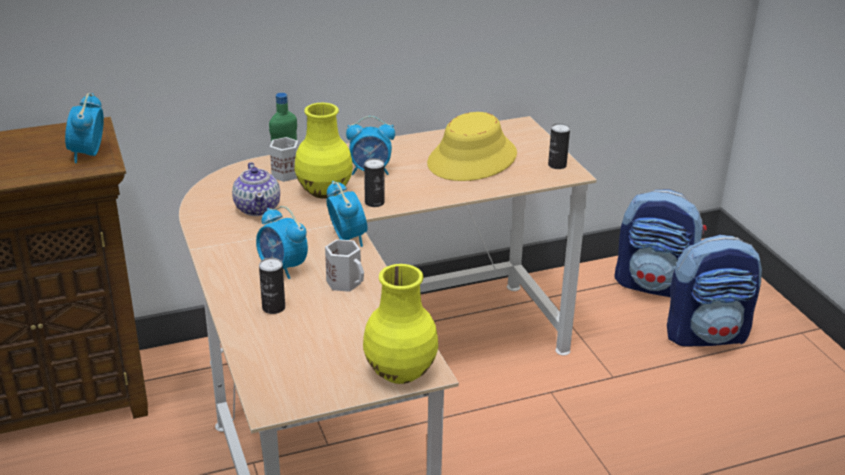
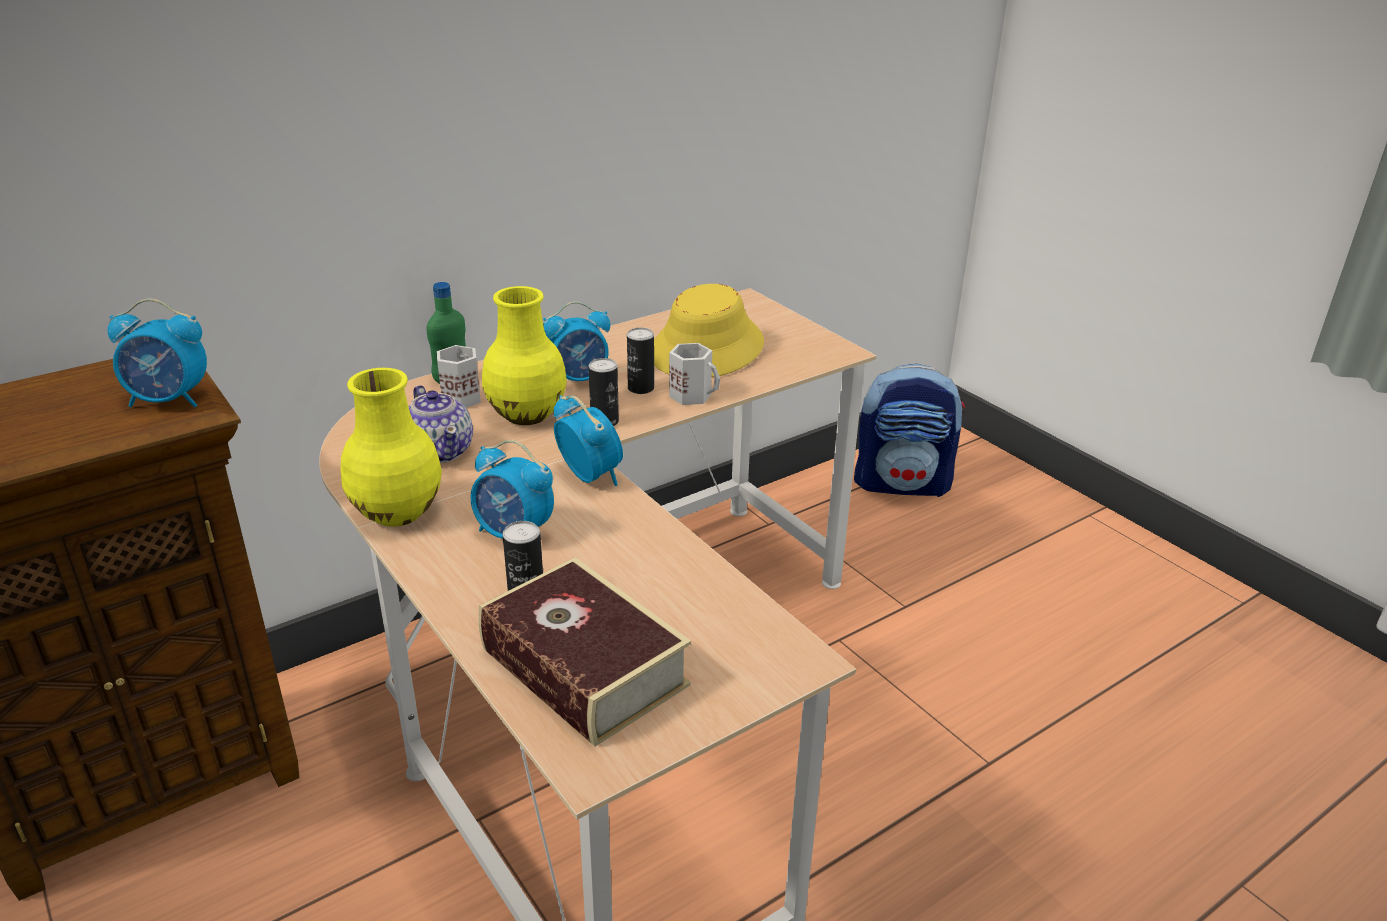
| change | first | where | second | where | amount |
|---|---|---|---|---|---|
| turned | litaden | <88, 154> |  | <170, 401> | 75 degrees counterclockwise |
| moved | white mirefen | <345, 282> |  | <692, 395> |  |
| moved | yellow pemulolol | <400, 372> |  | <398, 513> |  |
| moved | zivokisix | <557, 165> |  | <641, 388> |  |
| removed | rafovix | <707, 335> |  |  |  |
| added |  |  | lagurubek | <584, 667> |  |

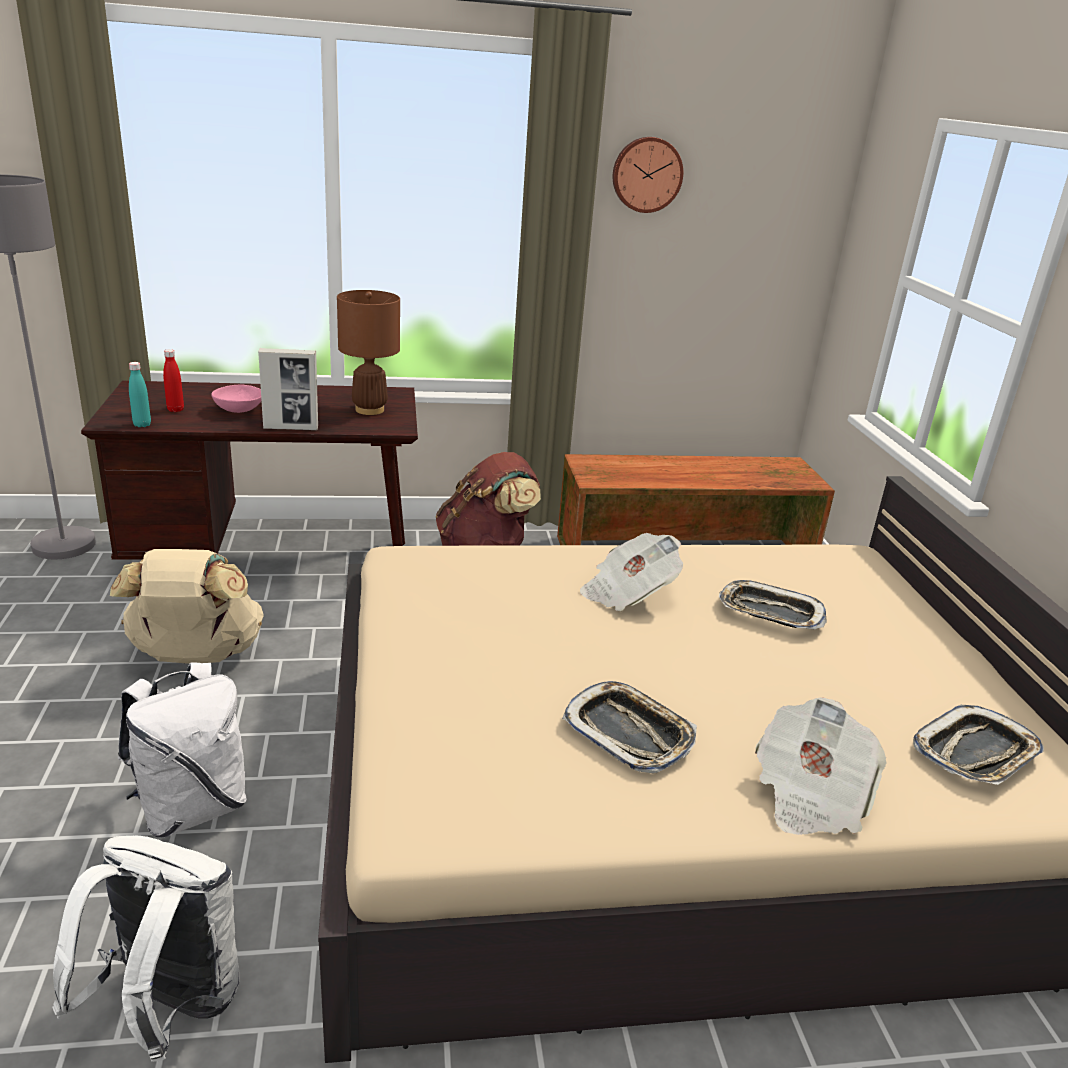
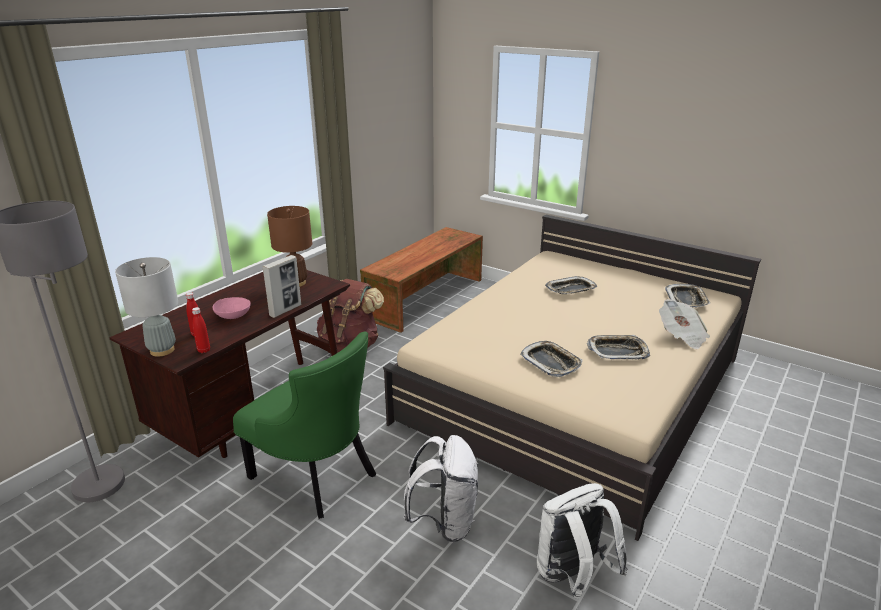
| change | first | where | second | where | amount |
|---|---|---|---|---|---|
| replaced | beige rafovix | <196, 656> | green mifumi | <313, 474> |  |
| recoloured | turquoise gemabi | <142, 425> | red gemabi | <204, 350> |  |
| removed | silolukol | <628, 593> |  |  |  |
| removed | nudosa | <646, 174> |  |  |  |
| added |  |  | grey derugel | <162, 350> |  |
| added |  |  | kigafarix | <551, 362> |  |

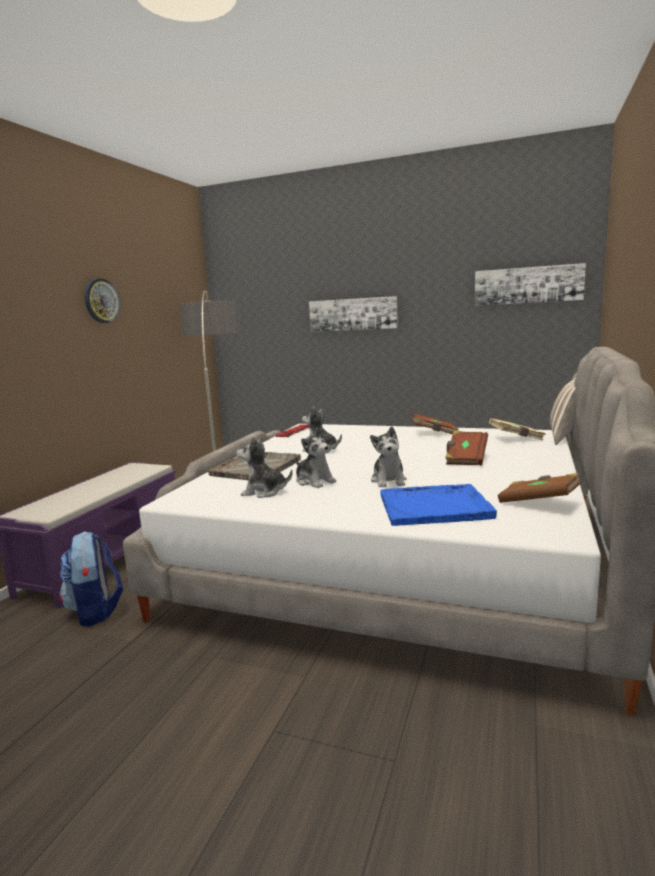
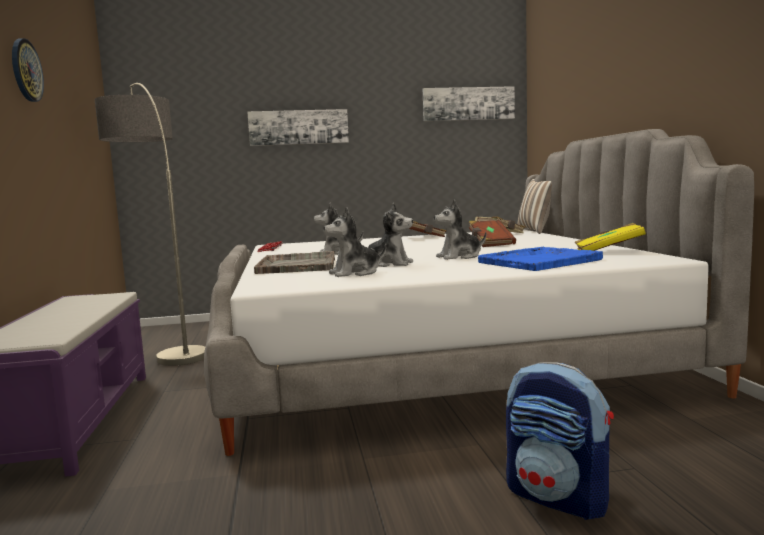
| change | first | where | second | where | amount |
|---|---|---|---|---|---|
| moved | rafovix | <96, 611> |  | <558, 497> |  |
| turned | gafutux | <389, 480> |  | <459, 257> | 105 degrees clockwise |
| recoloured | brown lagurubek | <538, 502> | yellow lagurubek | <608, 252> |  |

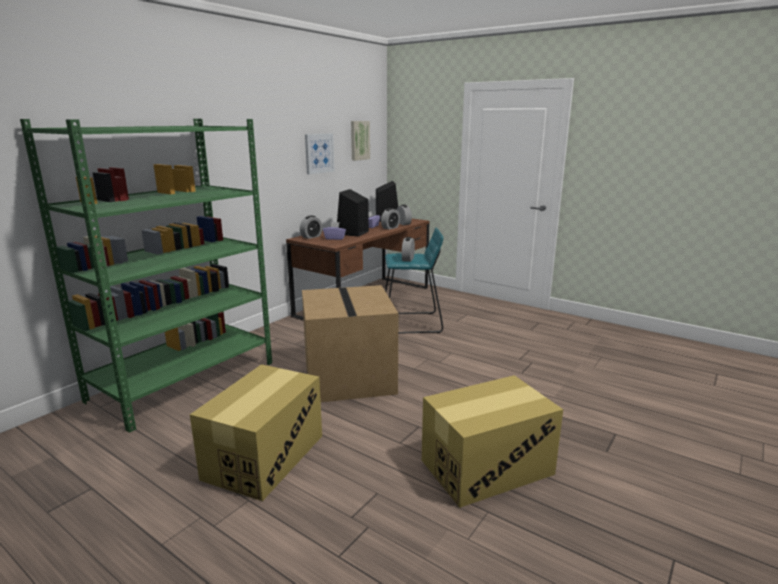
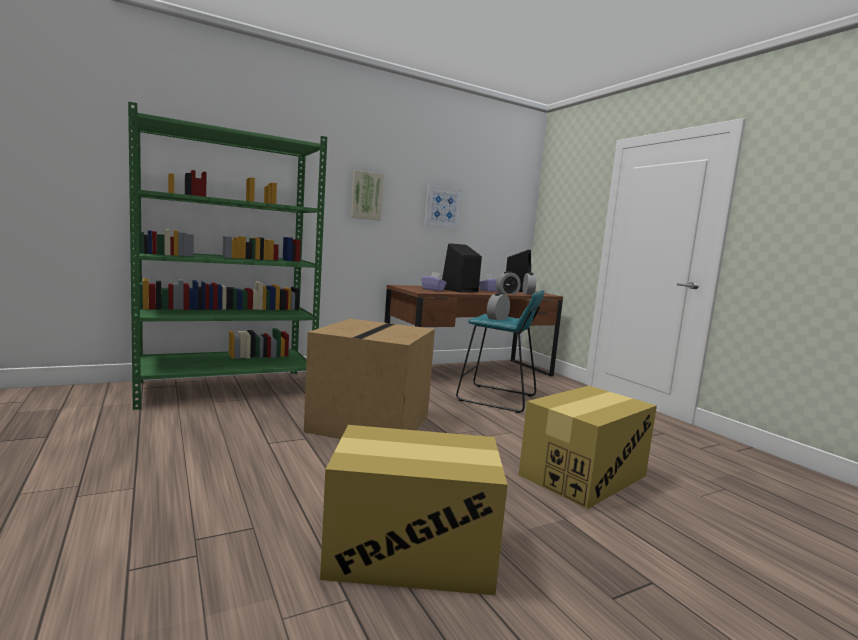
| change | first | where | second | where | amount |
|---|---|---|---|---|---|
| moved | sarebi | <265, 456> |  | <583, 475> |  |
| removed | litaden | <311, 237> |  |  |  |
| moved | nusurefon | <359, 140> |  | <366, 196> |  |

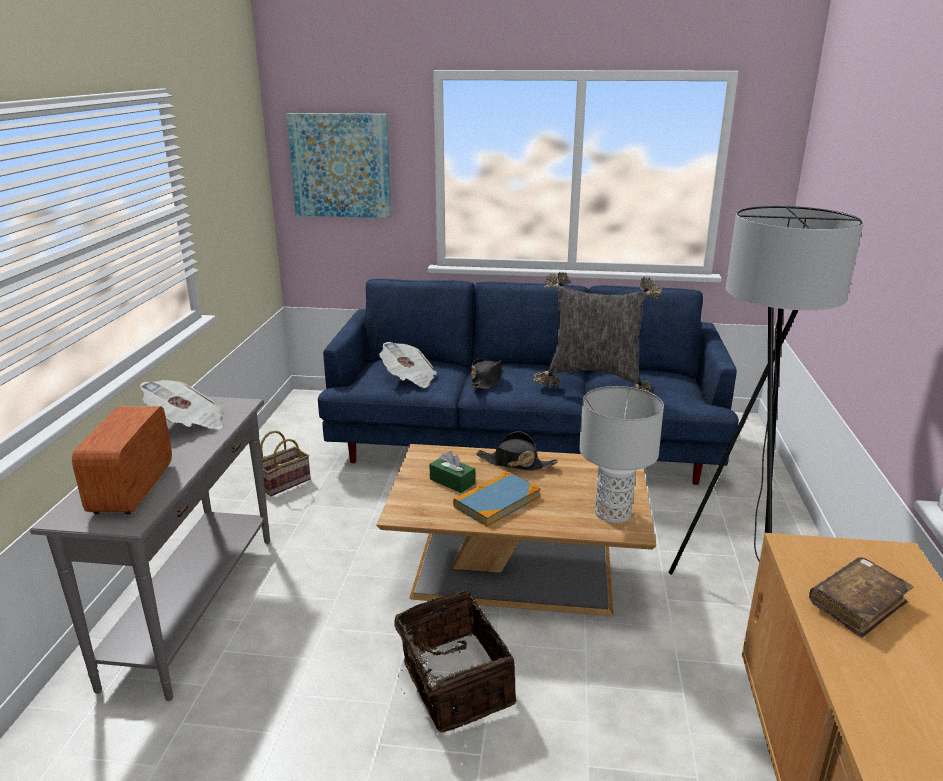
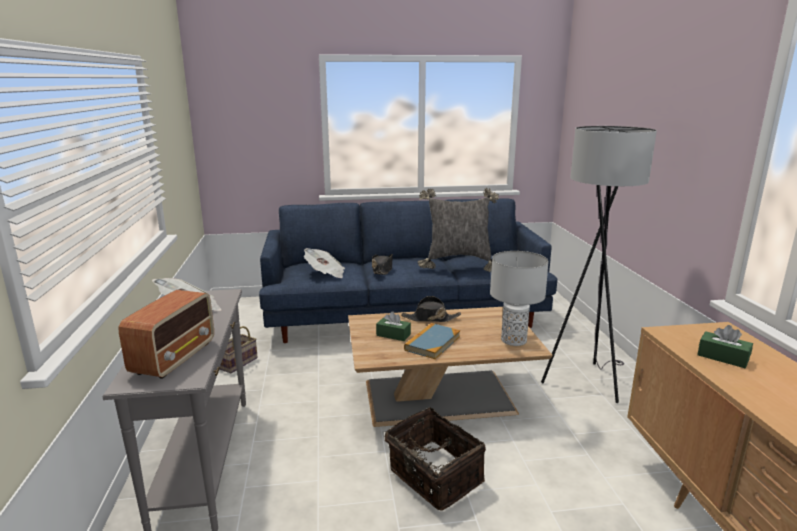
| change | first | where | second | where | amount |
|---|---|---|---|---|---|
| turned | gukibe | <131, 489> |  | <175, 357> | 150 degrees counterclockwise |
| removed | nusurefon | <340, 165> |  |  |  |
| replaced | brown lagurubek | <857, 604> | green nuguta | <723, 357> |  |

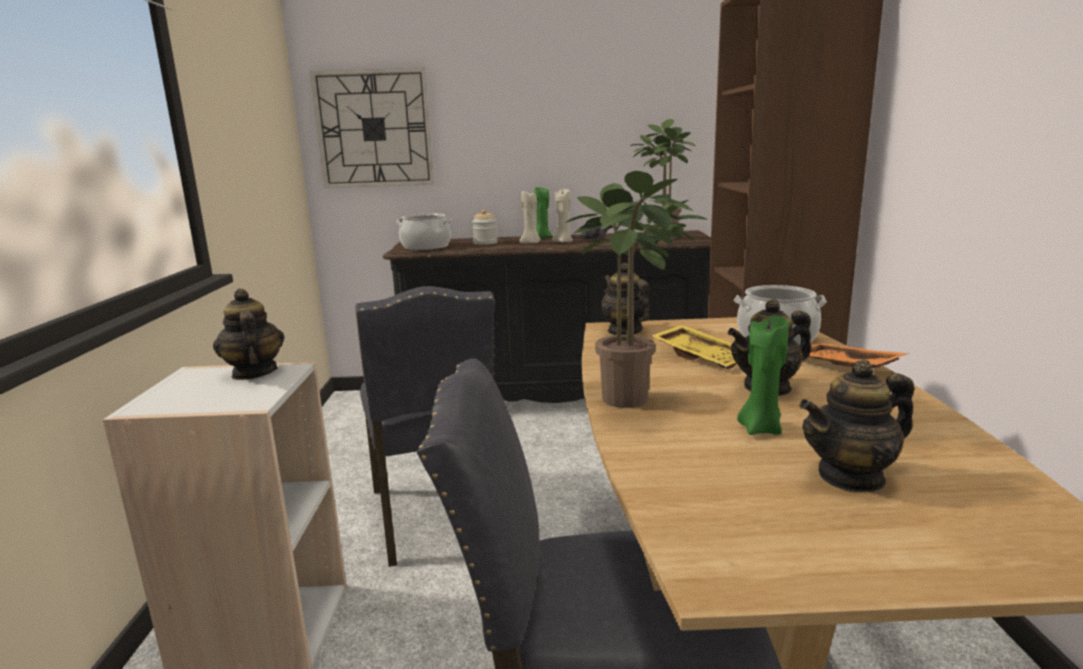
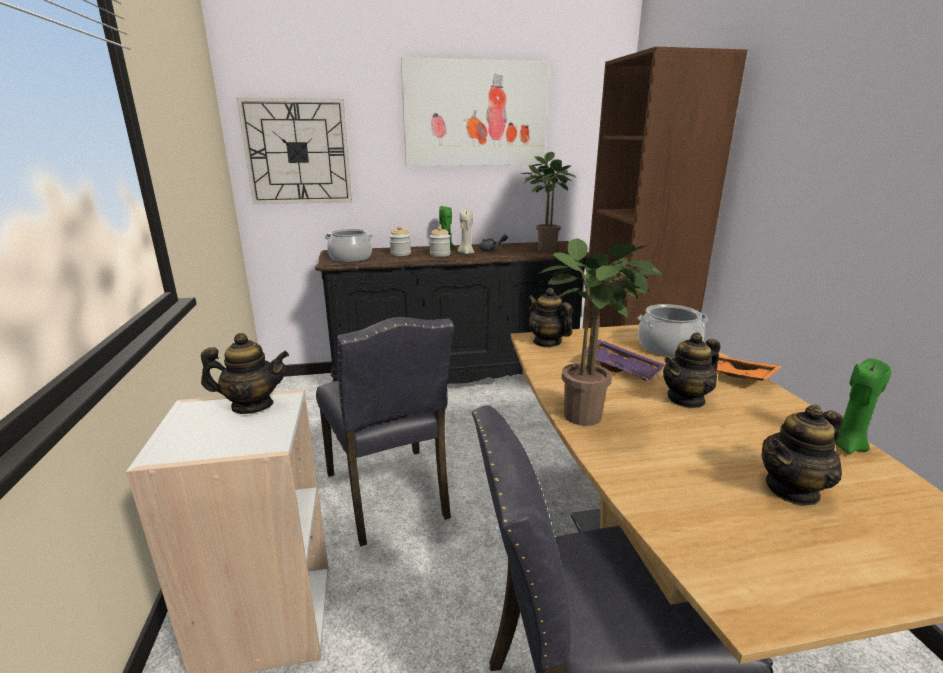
| change | first | where | second | where | amount |
|---|---|---|---|---|---|
| turned | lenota | <254, 373> |  | <252, 405> | 120 degrees clockwise |
| replaced | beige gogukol | <531, 243> | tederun | <440, 254> |  |
| recoloured | yellow kigafarix | <703, 356> | purple kigafarix | <621, 368> |  |
| moved | green gogukol | <760, 429> |  | <846, 446> |  |
| added |  |  | nusurefon | <475, 114> |  |

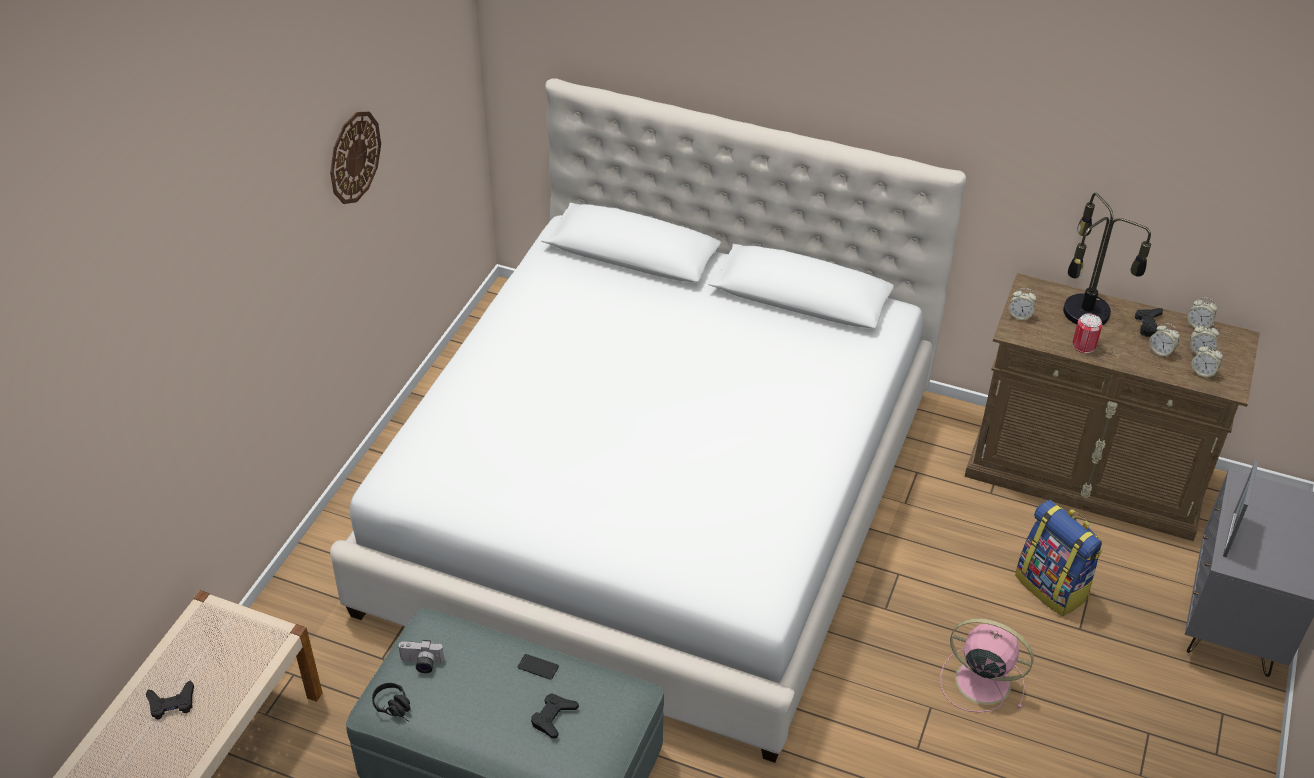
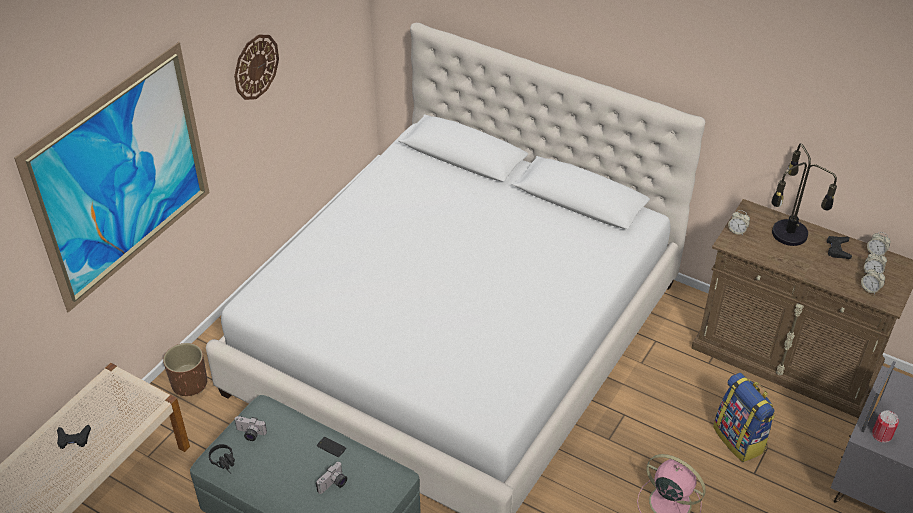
| change | first | where | second | where | amount |
|---|---|---|---|---|---|
| replaced | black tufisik | <553, 717> | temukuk | <333, 485> |  |
| moved | zivokisix | <1084, 345> |  | <882, 435> |  |
| removed | litaden | <1160, 351> |  |  |  |
| added |  |  | nusurefon | <122, 177> |  |
| added |  |  | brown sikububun | <189, 383> |  |

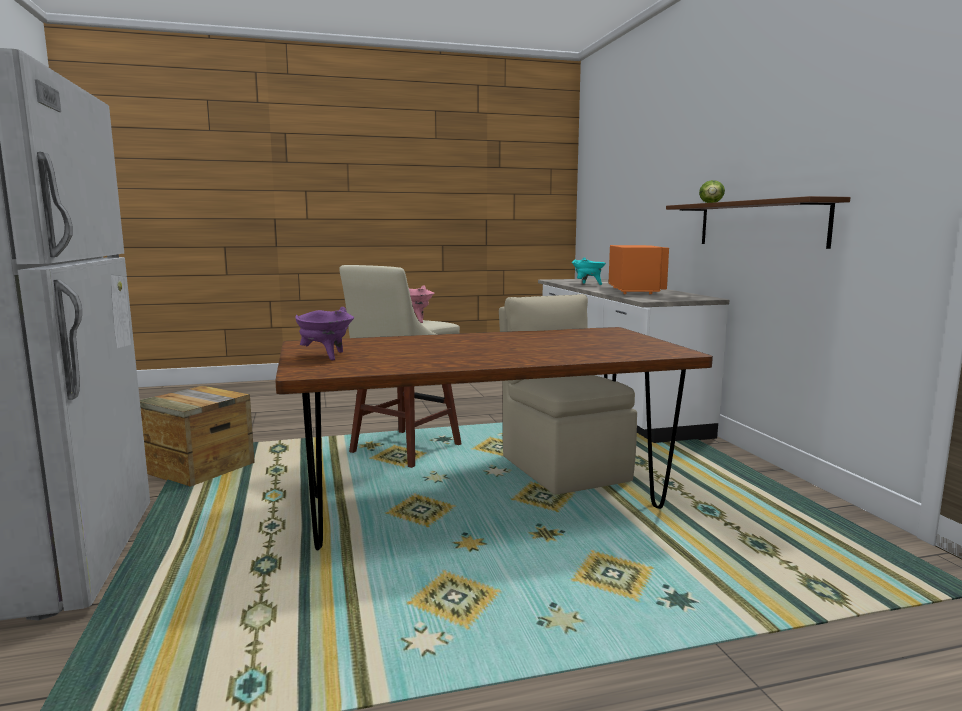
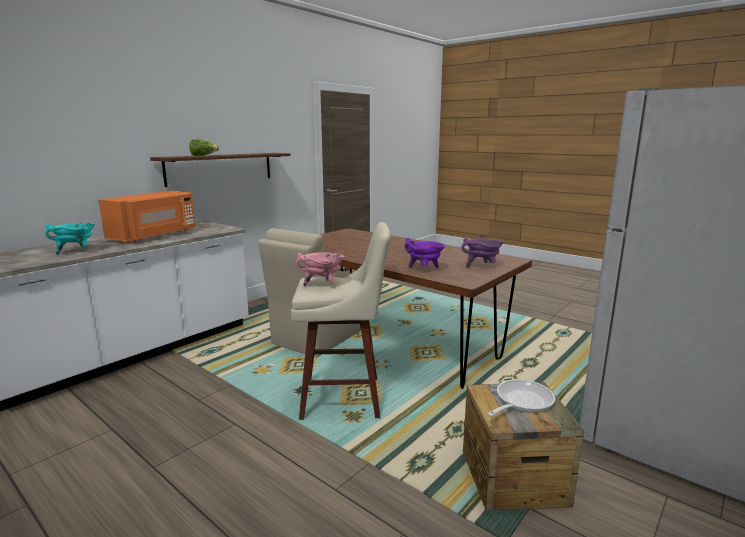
| change | first | where | second | where | amount |
|---|---|---|---|---|---|
| turned | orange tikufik | <636, 291> |  | <155, 235> | 150 degrees clockwise |
| added |  |  | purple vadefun | <424, 269> |  |
| added |  |  | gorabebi | <521, 401> |  |

